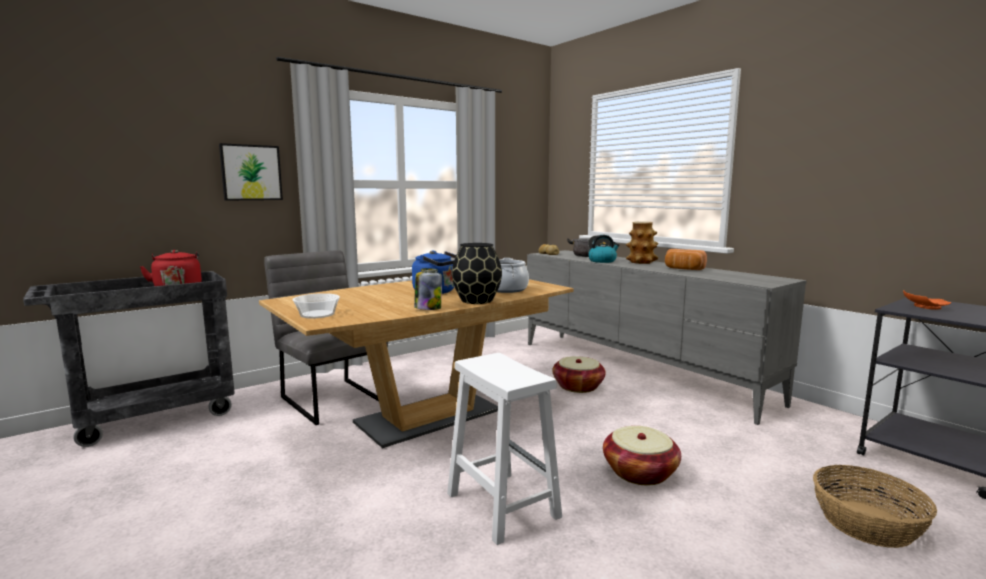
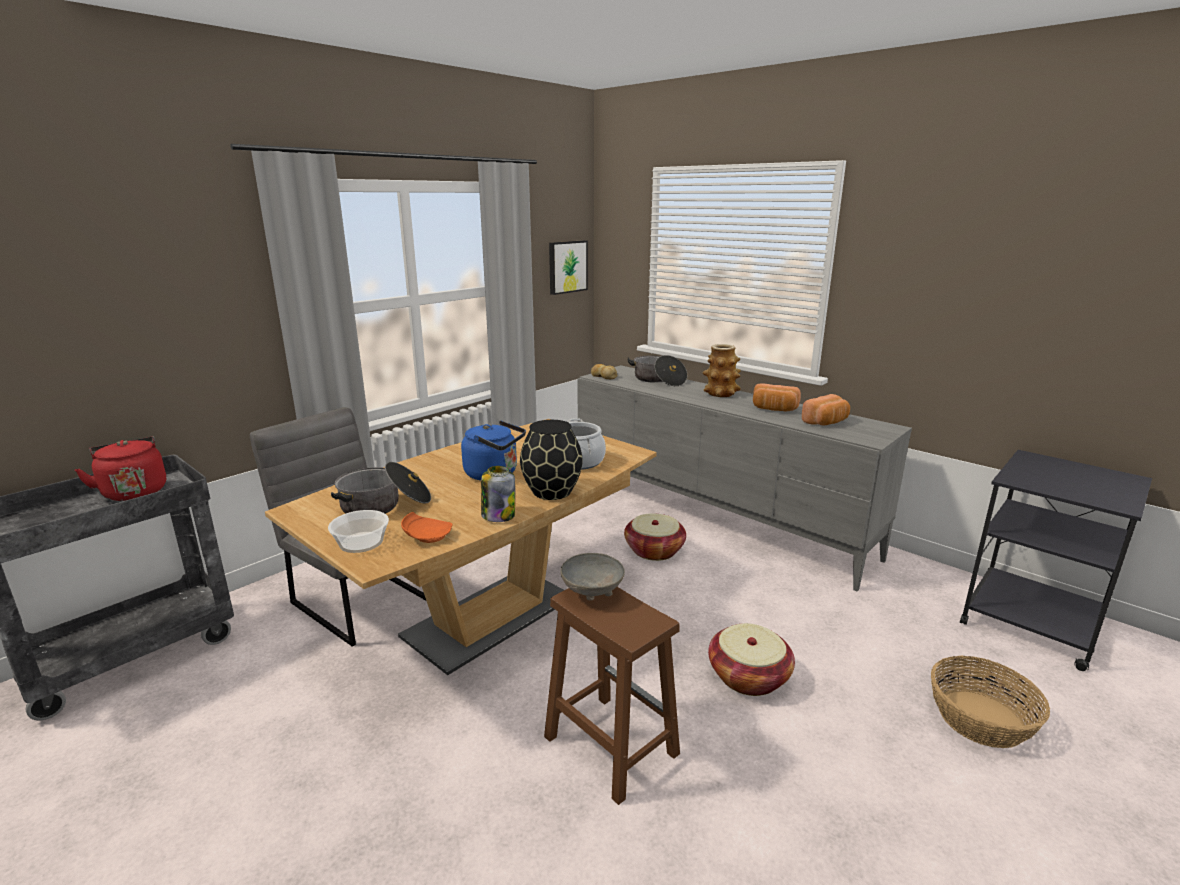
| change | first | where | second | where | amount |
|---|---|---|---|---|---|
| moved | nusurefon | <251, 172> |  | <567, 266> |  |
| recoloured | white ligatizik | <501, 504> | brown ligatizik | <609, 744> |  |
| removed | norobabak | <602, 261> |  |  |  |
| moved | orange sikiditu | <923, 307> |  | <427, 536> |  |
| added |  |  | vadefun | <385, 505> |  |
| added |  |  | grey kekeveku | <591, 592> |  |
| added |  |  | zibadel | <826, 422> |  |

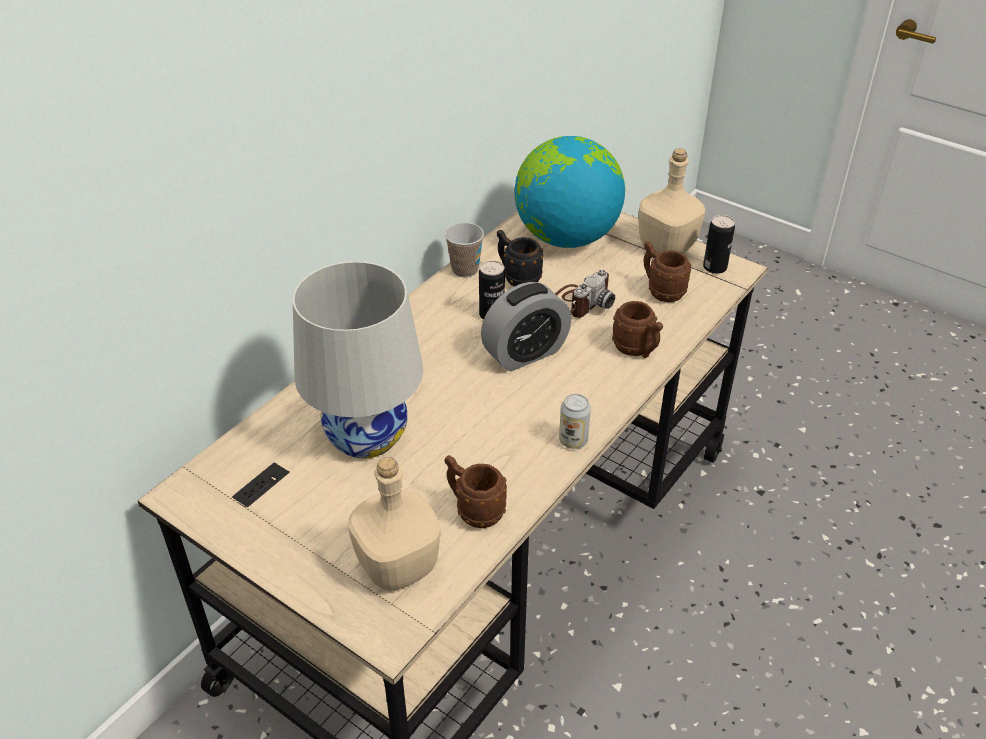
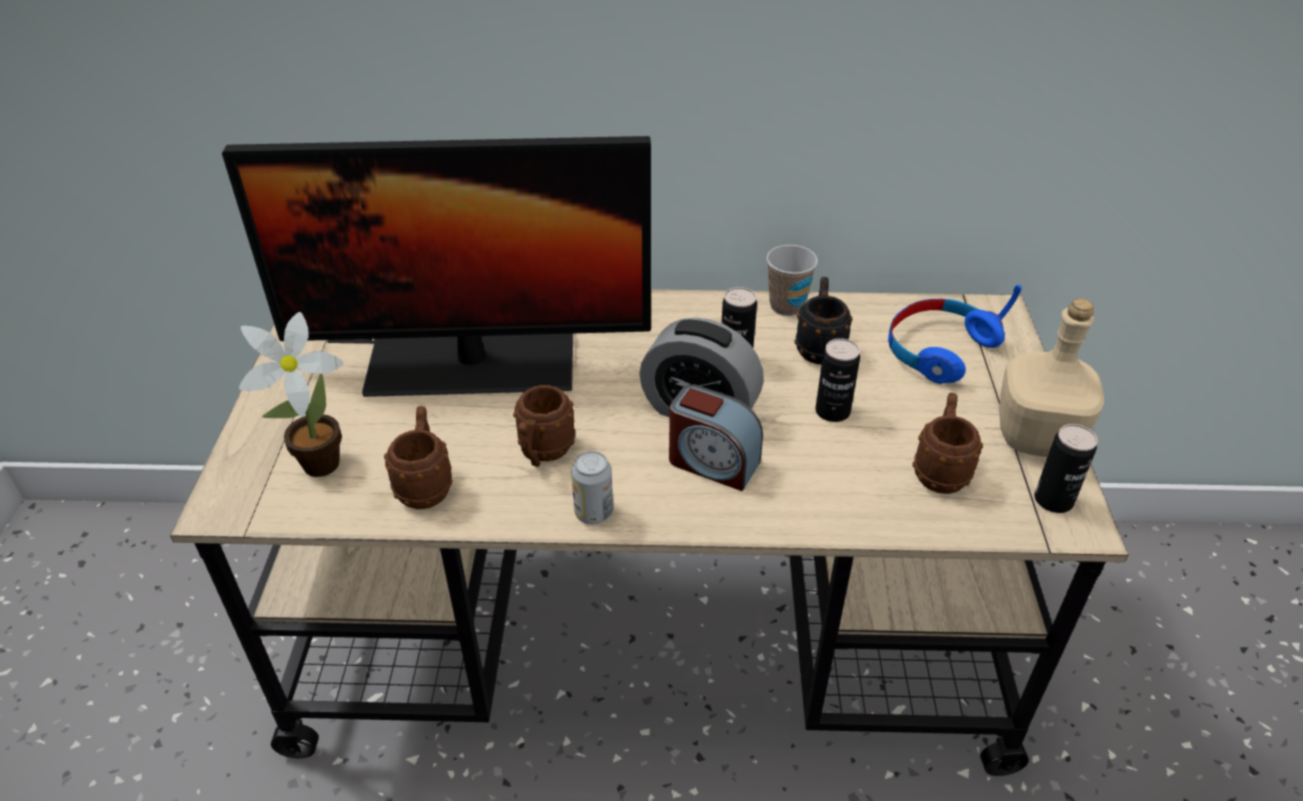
| change | first | where | second | where | amount |
|---|---|---|---|---|---|
| replaced | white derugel | <366, 435> | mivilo | <471, 363> |  |
| replaced | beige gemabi | <397, 565> | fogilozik | <315, 467> |  |
| replaced | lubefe | <566, 237> | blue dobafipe | <938, 349> |  |
| replaced | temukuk | <578, 303> | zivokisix | <832, 411> |  |
| moved | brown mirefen | <637, 350> |  | <543, 453> |  |
| added |  |  | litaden | <712, 462> |  |

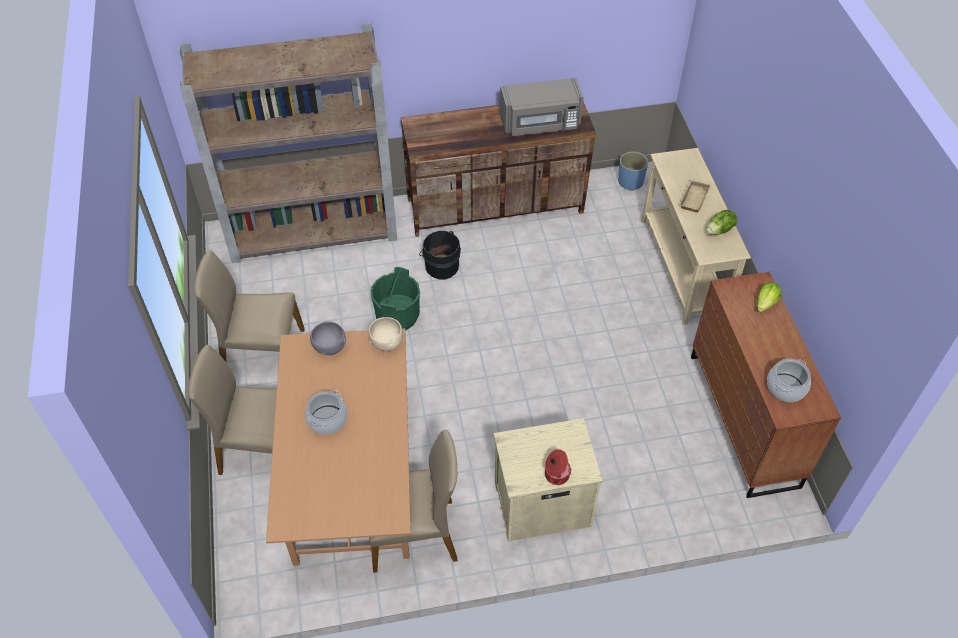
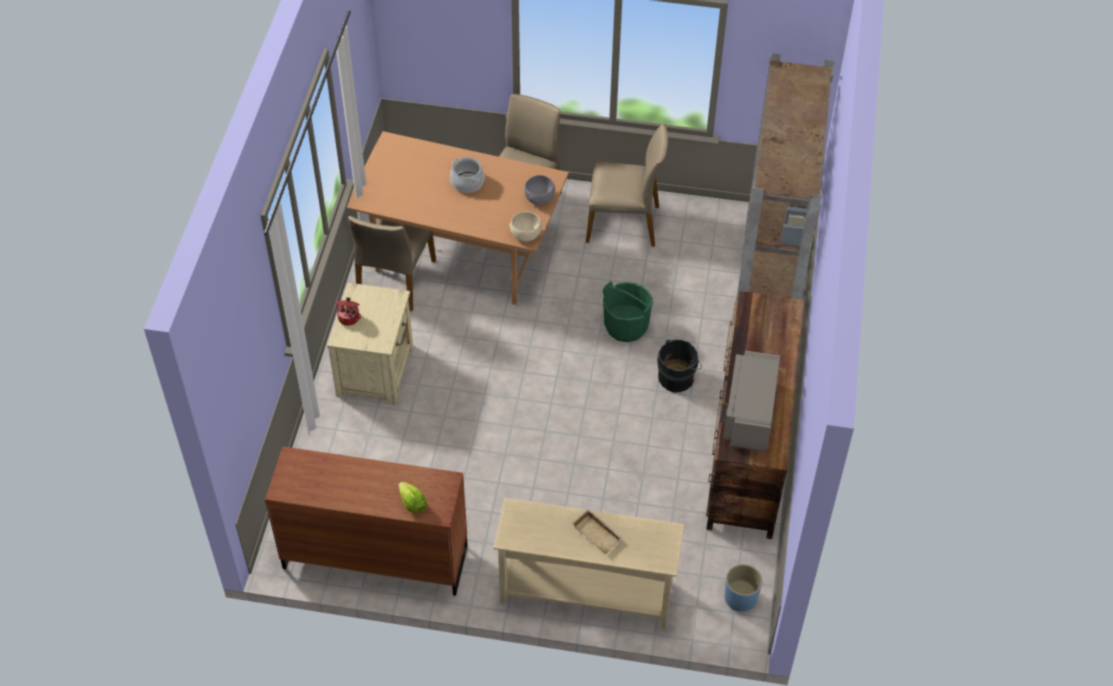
| change | first | where | second | where | amount |
|---|---|---|---|---|---|
| turned | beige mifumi | <262, 354> |  | <624, 223> | 75 degrees clockwise |
| removed | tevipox | <720, 230> |  |  |  |
| removed | vadefun | <786, 388> |  |  |  |

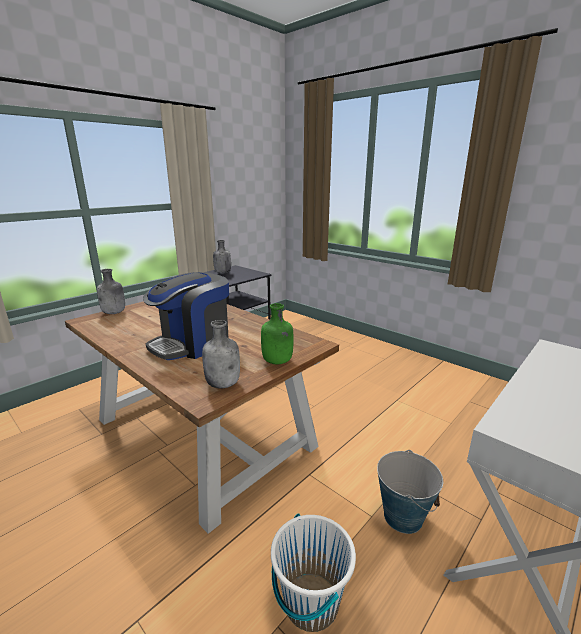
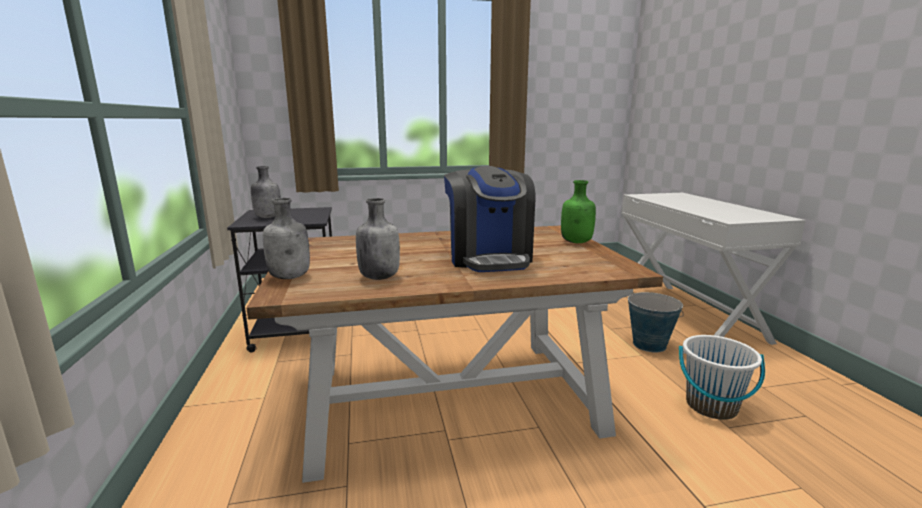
| change | first | where | second | where | amount |
|---|---|---|---|---|---|
| moved | grey gemabi | <223, 384> |  | <379, 277> |  |

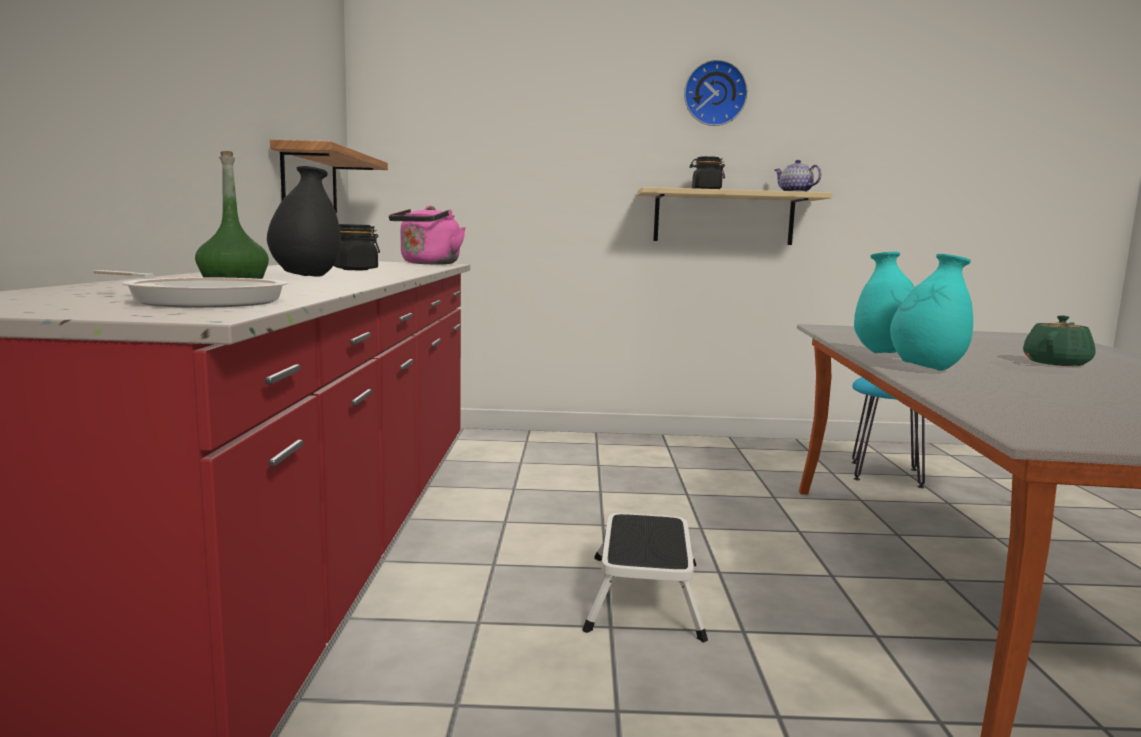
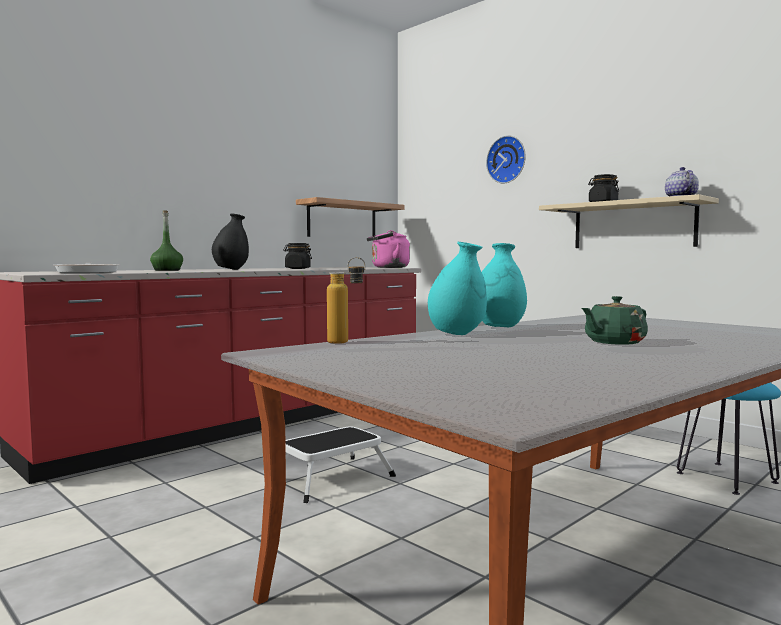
| change | first | where | second | where | amount |
|---|---|---|---|---|---|
| moved | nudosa | <714, 94> |  | <507, 160> |  |
| turned | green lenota | <1056, 363> |  | <614, 342> | 150 degrees clockwise |
| added |  |  | gemabi | <346, 342> |  |

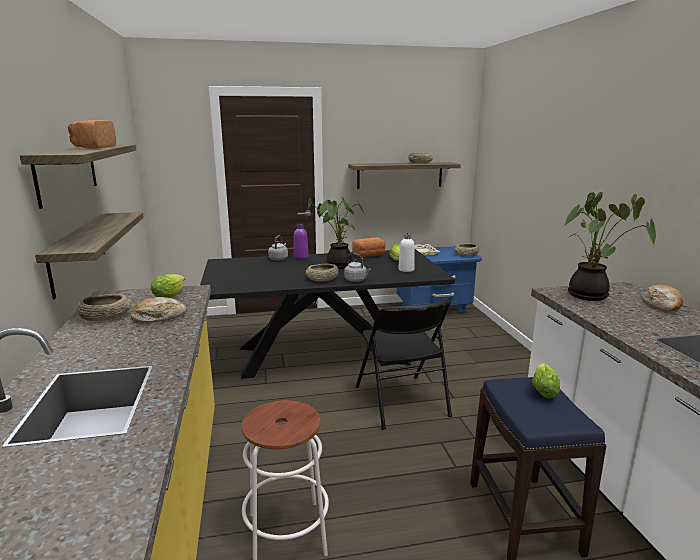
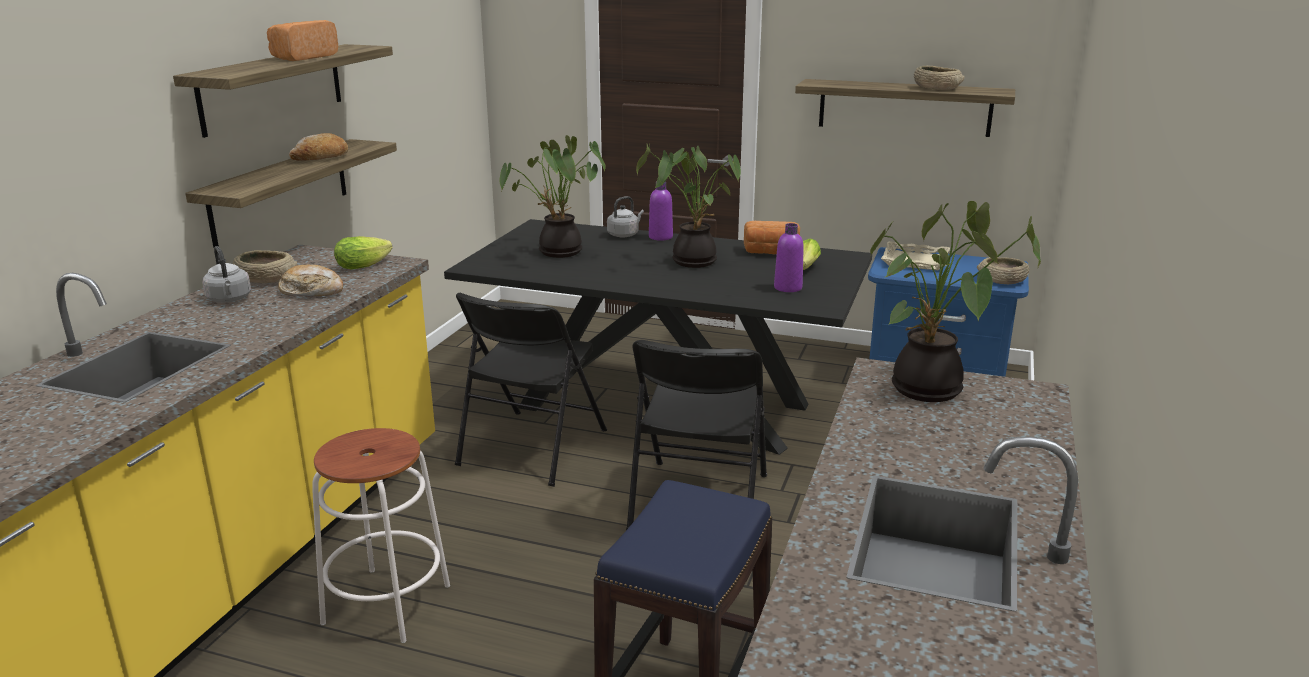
| change | first | where | second | where | amount |
|---|---|---|---|---|---|
| removed | beige kekeveku | <322, 279> |  |  |  |
| moved | grey norobabak | <356, 280> |  | <229, 299> |  |
| recoloured | white gemabi | <406, 270> | purple gemabi | <788, 288> |  |
| removed | tevipox | <544, 388> |  |  |  |
| moved | zibadel | <662, 305> |  | <320, 158> |  |
| added |  |  | black mifumi | <532, 447> |  |
| added |  |  | fogilozik | <557, 253> |  |

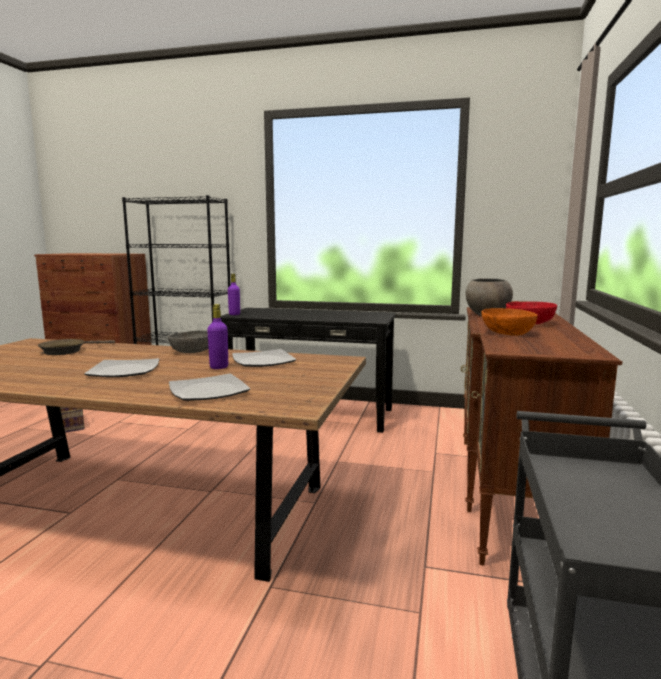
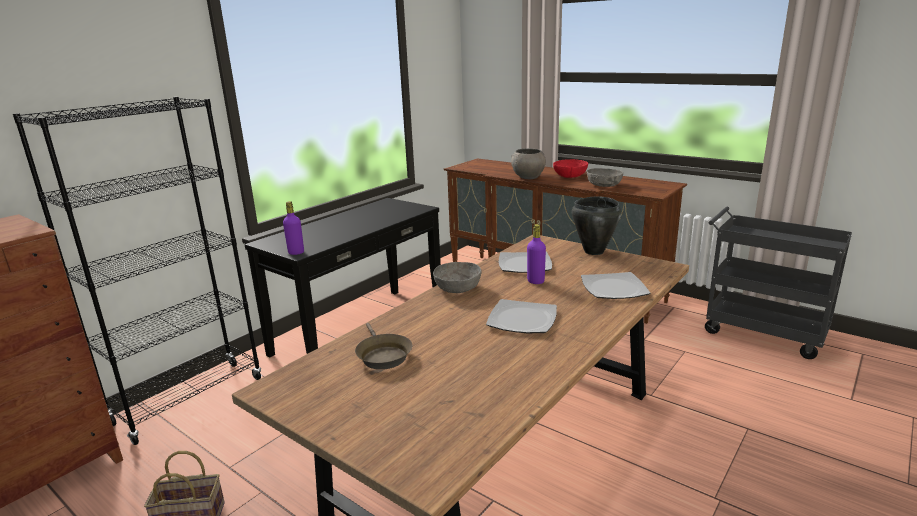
| change | first | where | second | where | amount |
|---|---|---|---|---|---|
| recoloured | orange kekeveku | <507, 333> | grey kekeveku | <604, 185> |  |
| added |  |  | black vadefun | <593, 251> |  |

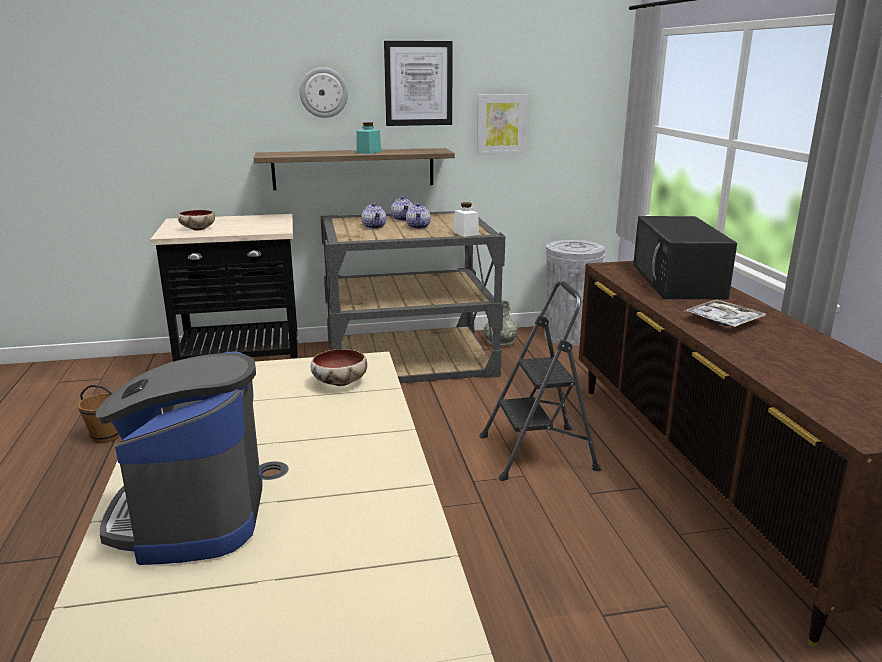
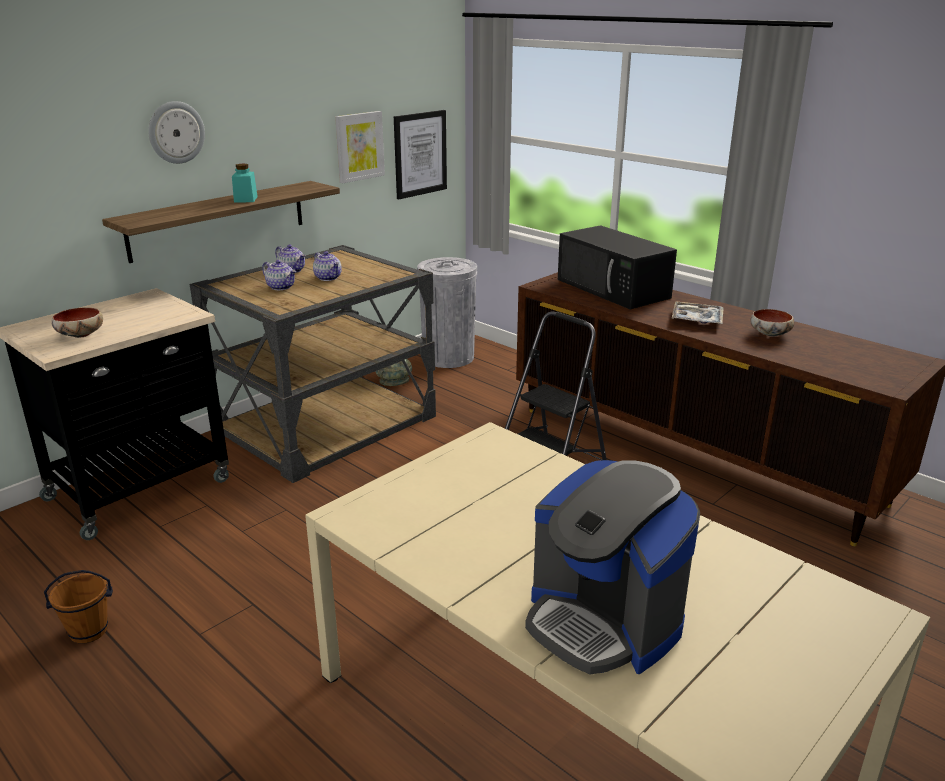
| change | first | where | second | where | amount |
|---|---|---|---|---|---|
| moved | kekeveku | <339, 383> |  | <770, 334> |  |
| moved | nusurefon | <418, 83> |  | <420, 154> |  |
| removed | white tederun | <466, 233> |  |  |  |

